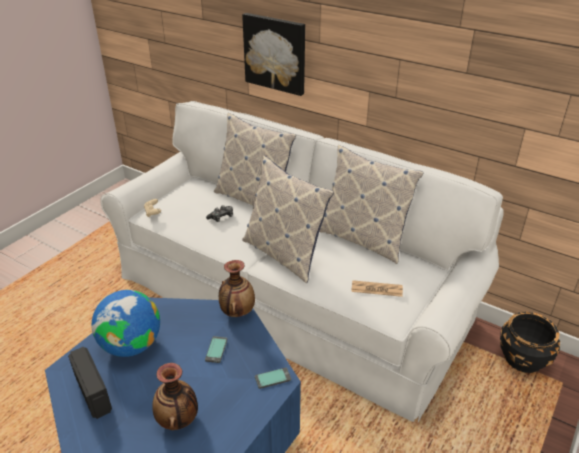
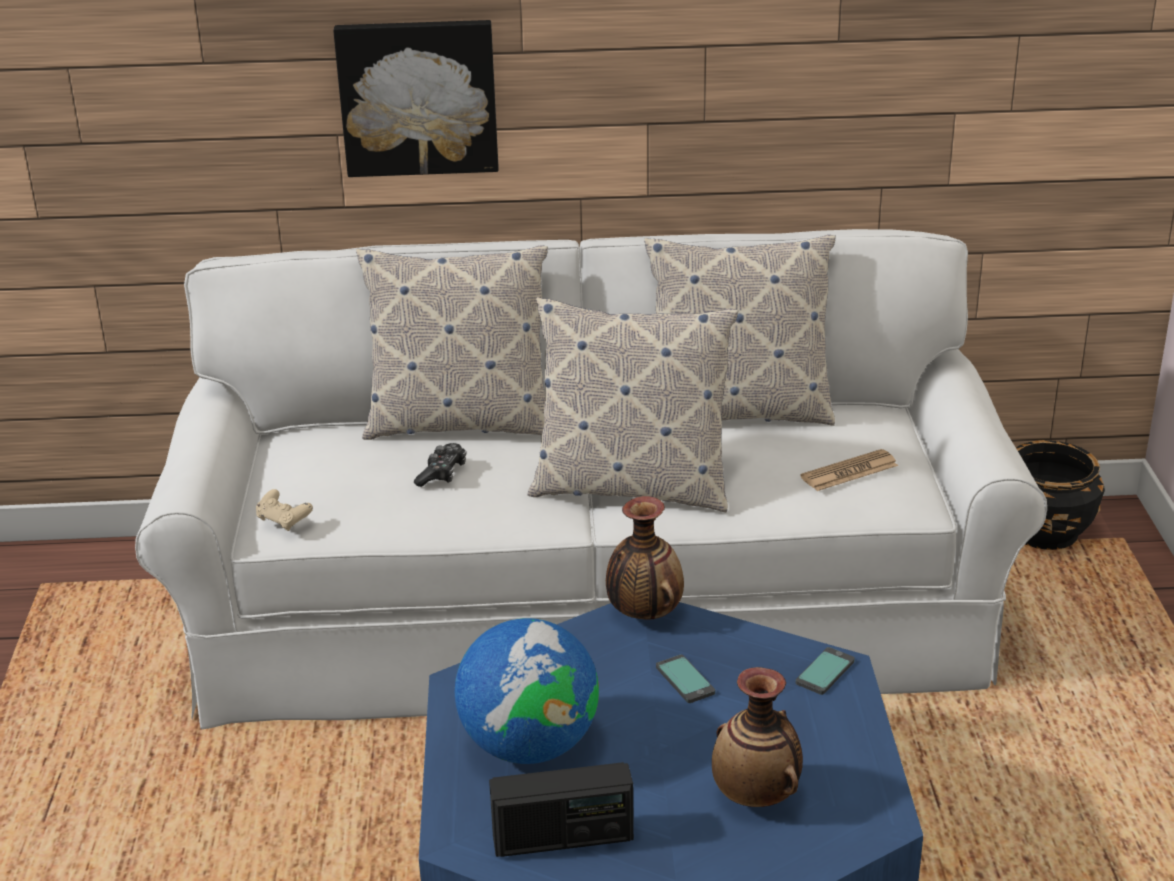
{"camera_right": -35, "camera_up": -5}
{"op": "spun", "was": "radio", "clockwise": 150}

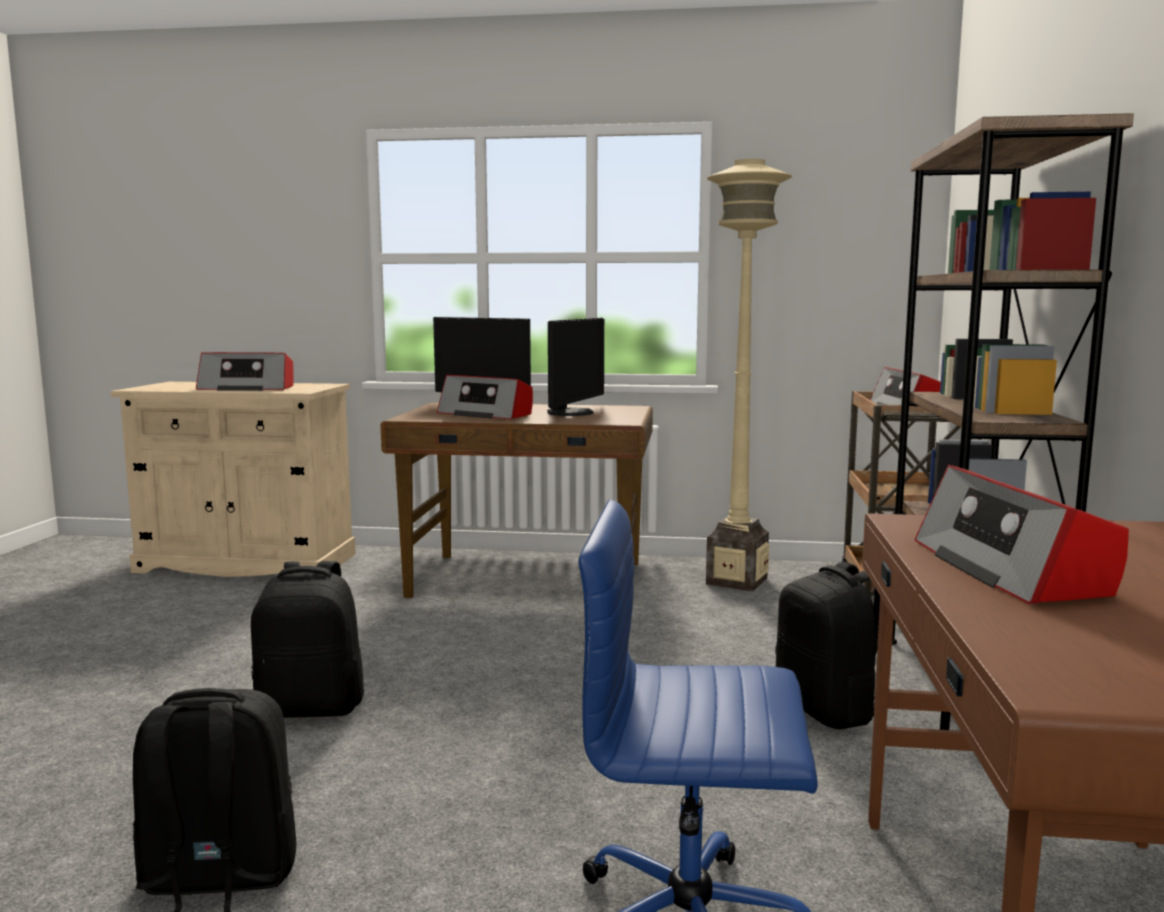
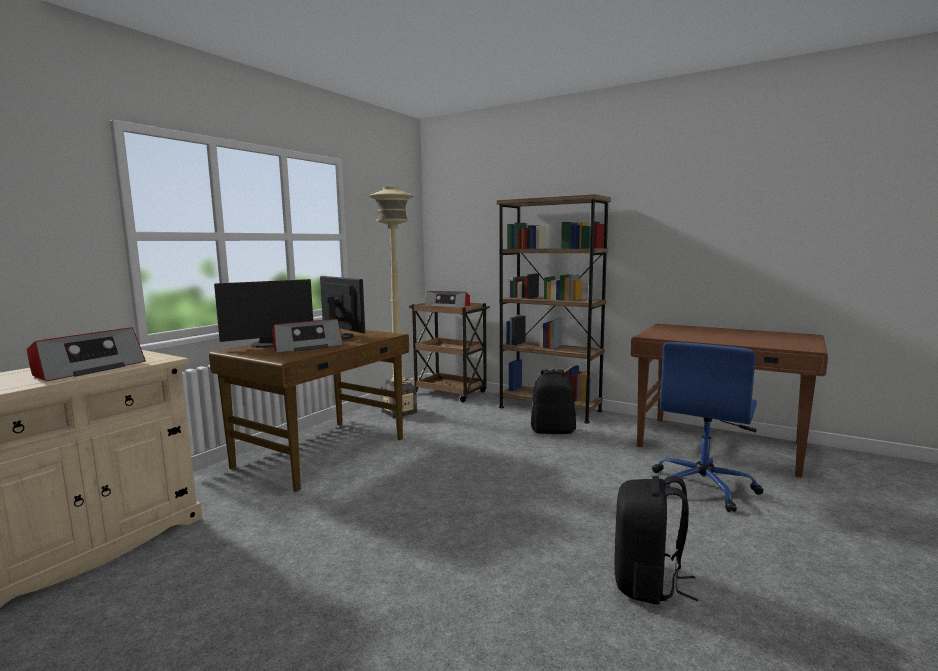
{"camera_right": -65, "camera_up": 0}
{"op": "missing", "was": "black_rucksack (no. 2 from left)"}
{"op": "missing", "was": "radio (no. 4 from left)"}

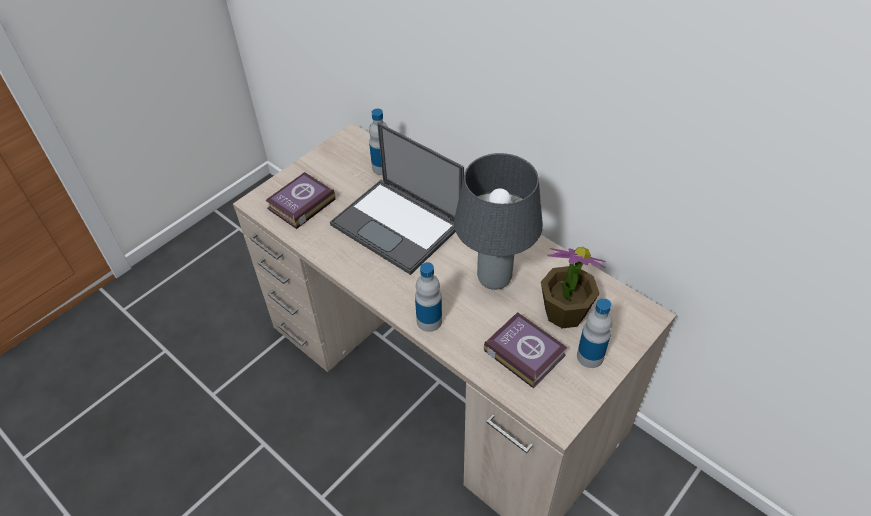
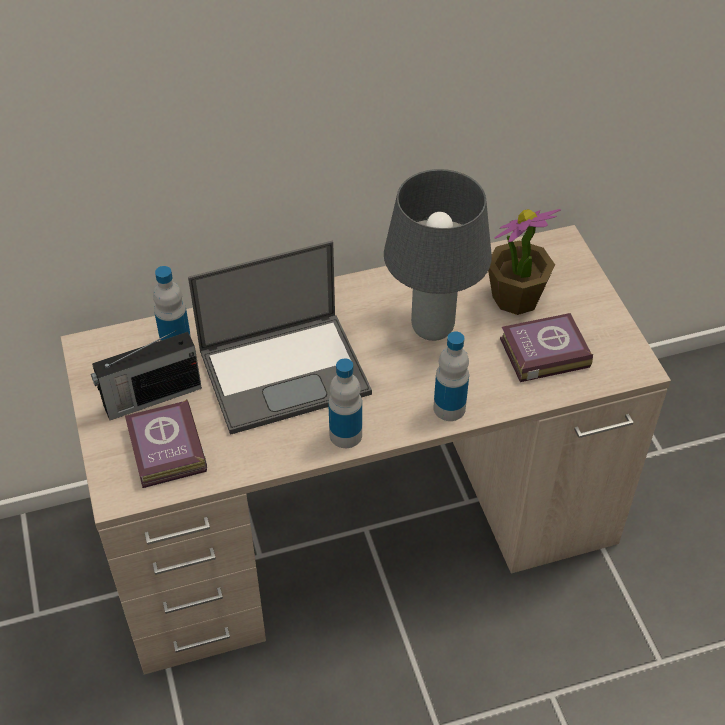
{"camera_right": -60, "camera_up": 0}
{"op": "relocated", "was": "drink_bottle (no. 3 from left in the first image)", "now": "drink_bottle (no. 2 from left)"}
{"op": "appeared", "now": "radio"}

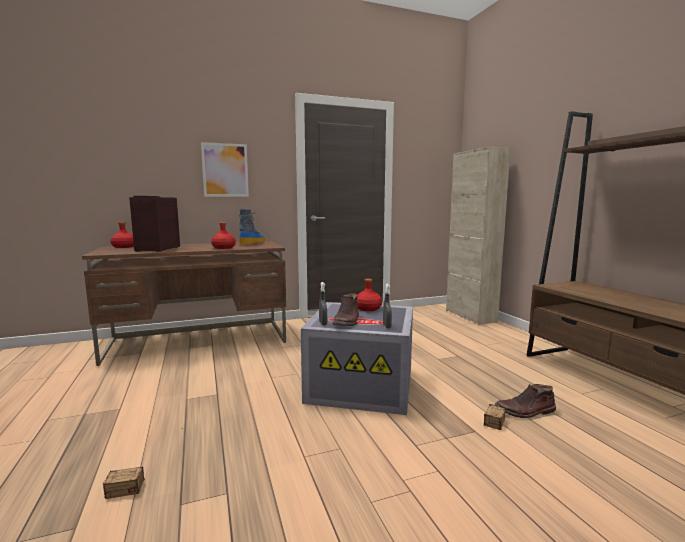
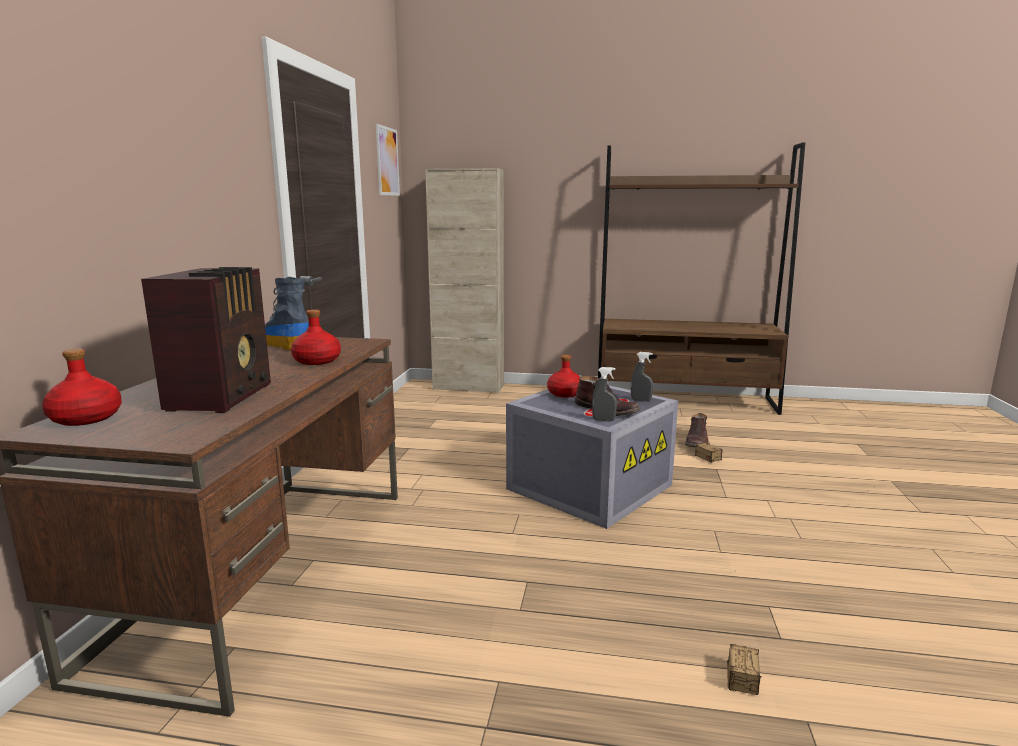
{"camera_right": -60, "camera_up": 5}
{"op": "spun", "was": "radio", "clockwise": -120}
{"op": "relocated", "was": "picture"}

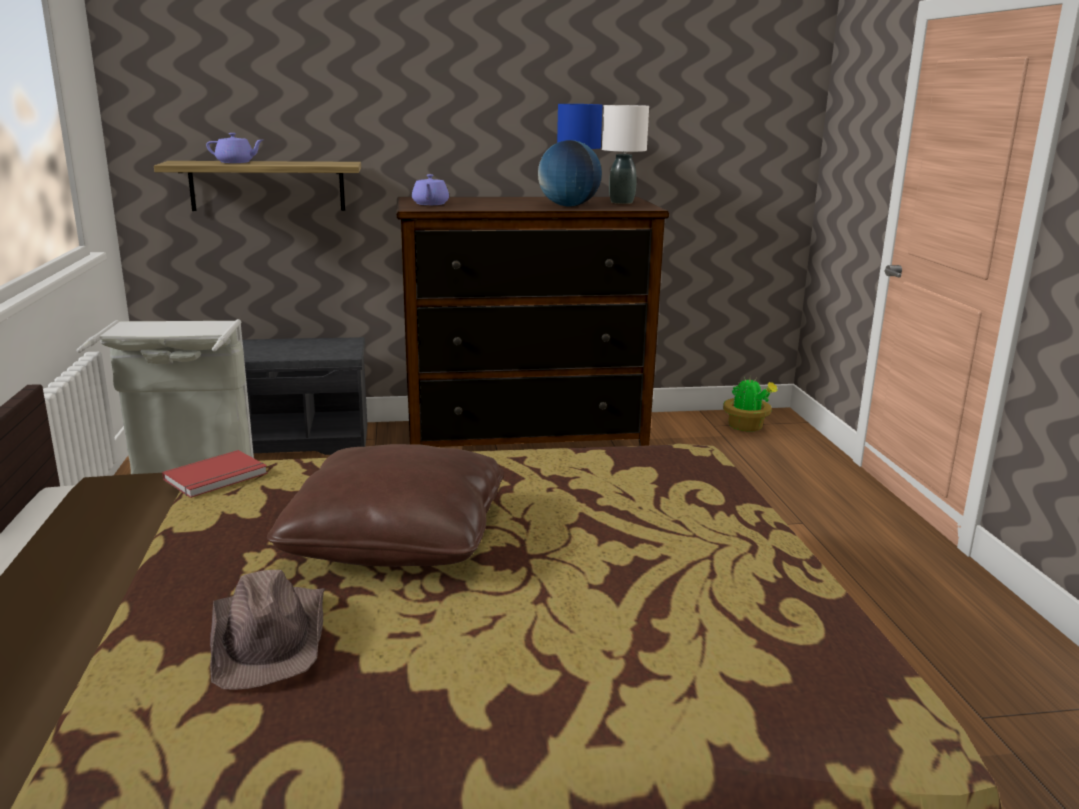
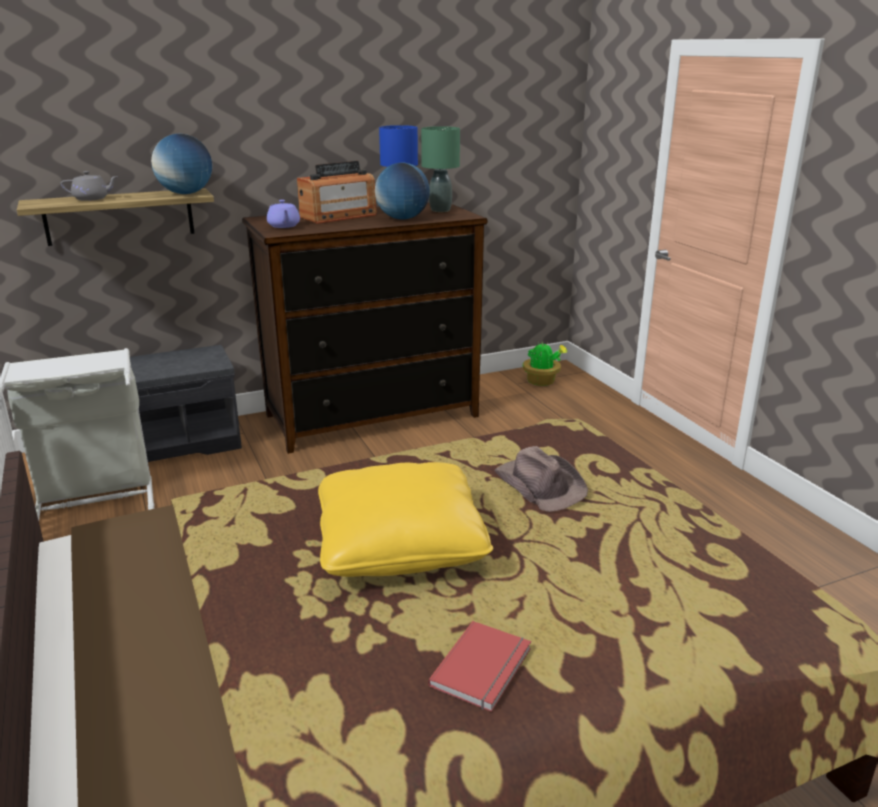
{"camera_right": -15, "camera_up": 5}
{"op": "relocated", "was": "reddish_volume"}
{"op": "colour", "was": "purplish_pot_for_tea (no. 1 from left)", "now": "grey_pot_for_tea"}
{"op": "relocated", "was": "brownish_hat"}
{"op": "colour", "was": "brownish_cushion", "now": "yellow_cushion"}
{"op": "colour", "was": "white-coloured_lamp_for_a_table", "now": "green-coloured_lamp_for_a_table"}
{"op": "appeared", "now": "desk_globe (no. 1 from left)"}
{"op": "appeared", "now": "radio"}

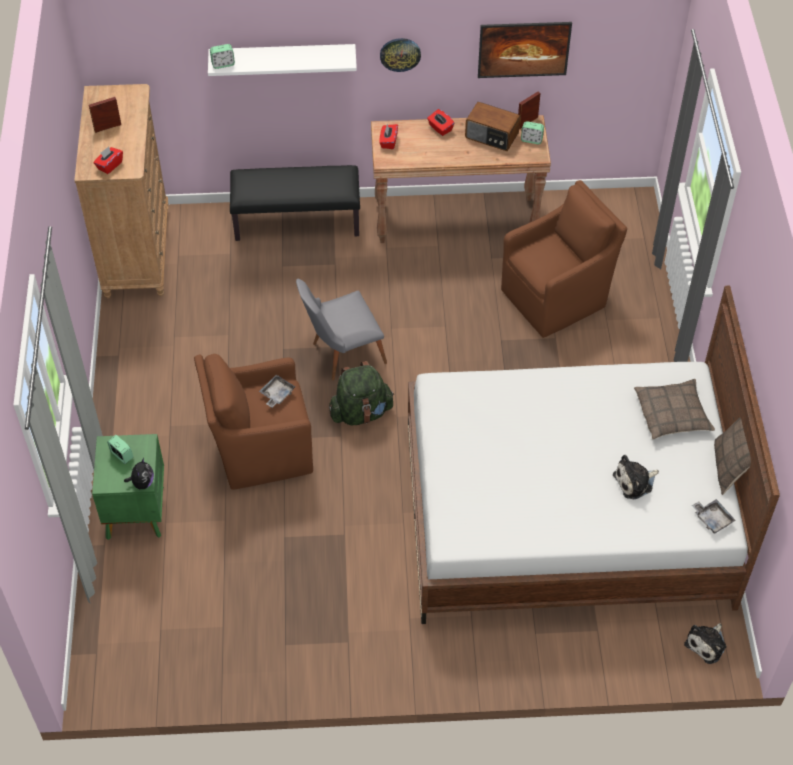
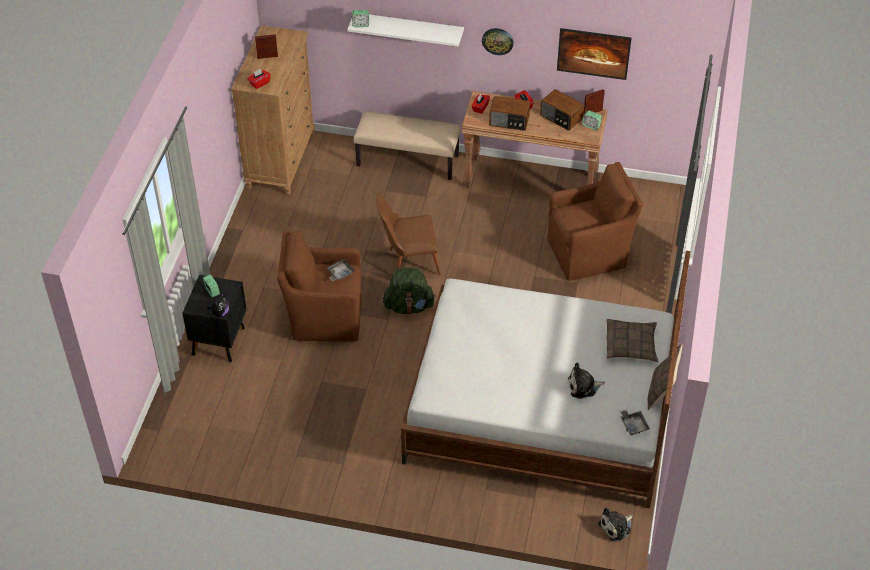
{"camera_right": 15, "camera_up": -5}
{"op": "colour", "was": "green-coloured_bedside_table", "now": "black_bedside_table"}
{"op": "colour", "was": "black_indoor_bench", "now": "beige-coloured_indoor_bench"}
{"op": "colour", "was": "grey_upright_chair", "now": "brownish_upright_chair"}
{"op": "appeared", "now": "radio (no. 1 from left)"}

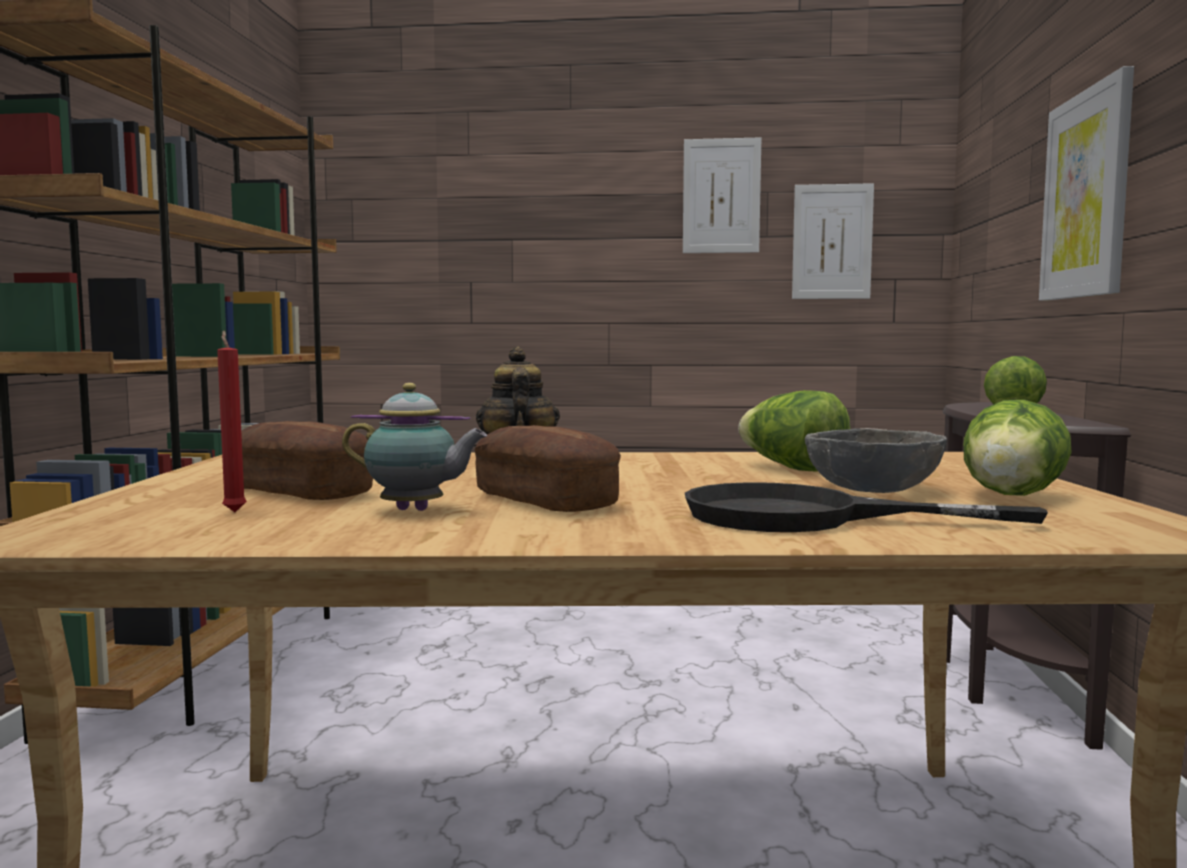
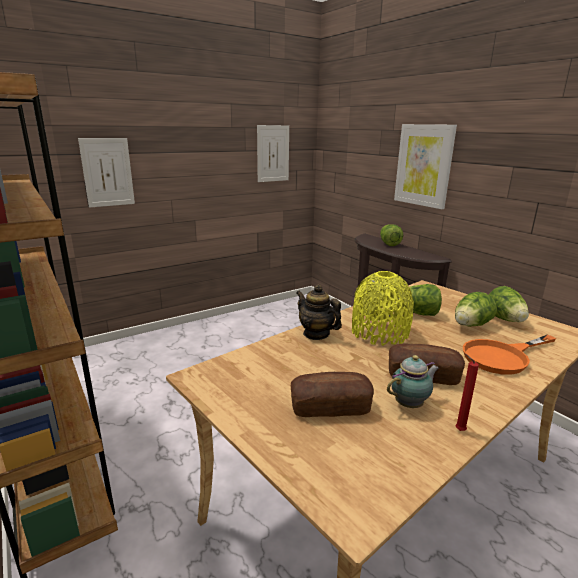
{"camera_right": -40, "camera_up": 15}
{"op": "relocated", "was": "reddish_wax_candle"}
{"op": "relocated", "was": "picture (no. 1 from left)"}
{"op": "colour", "was": "black_skillet", "now": "orange_skillet"}
{"op": "exchanged", "was": "grey_bowl", "now": "head_of_lettuce (no. 3 from left)"}
{"op": "appeared", "now": "yellow_decorative_vase"}

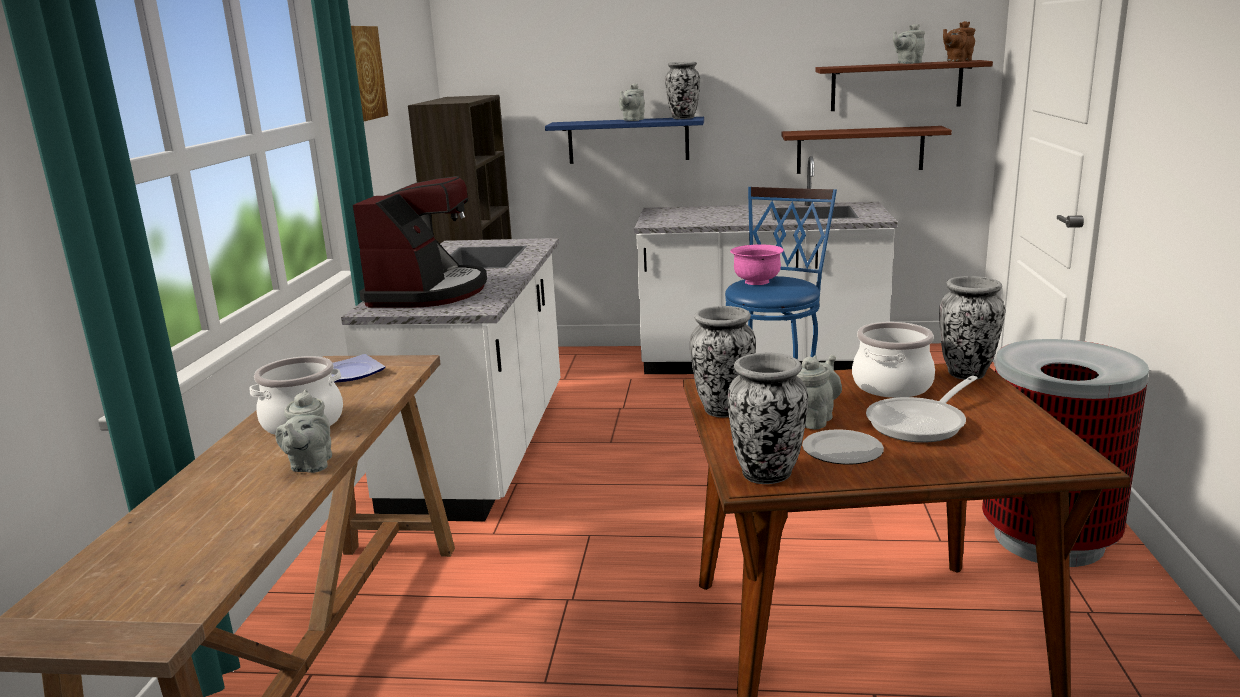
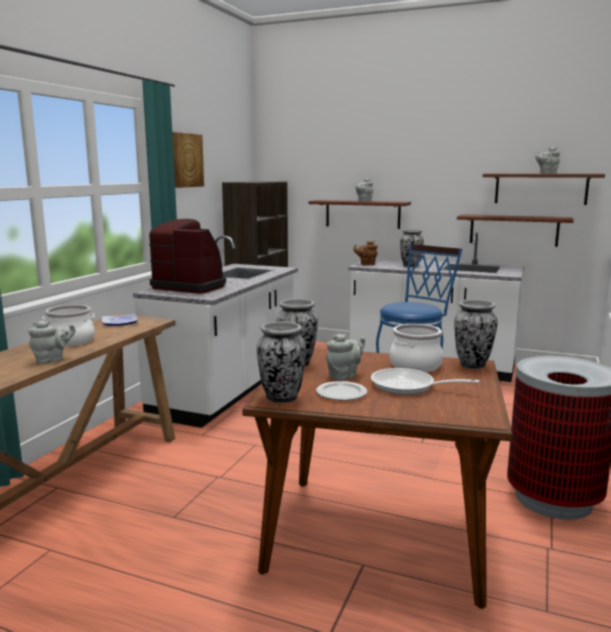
{"camera_right": 15, "camera_up": -5}
{"op": "spun", "was": "grey_pot_for_tea (no. 1 from left)", "clockwise": -135}
{"op": "spun", "was": "coffee_brewer", "clockwise": -90}
{"op": "colour", "was": "bluish_bracket_shelf", "now": "brownish_bracket_shelf (no. 1 from left)"}
{"op": "relocated", "was": "decorative_vase (no. 1 from left in the first image)", "now": "decorative_vase (no. 3 from left)"}
{"op": "missing", "was": "pink-coloured_bowl"}
{"op": "spun", "was": "skillet", "clockwise": 45}
{"op": "relocated", "was": "brownish_pot_for_tea"}

